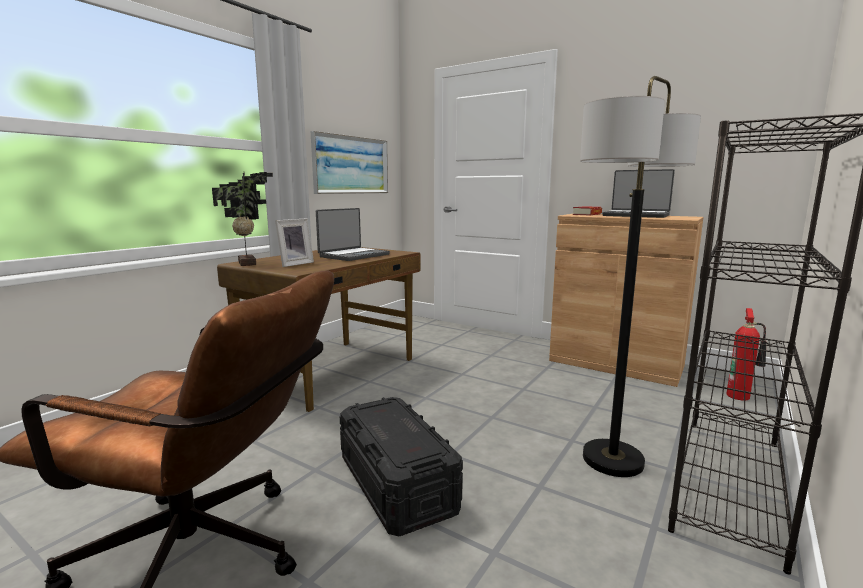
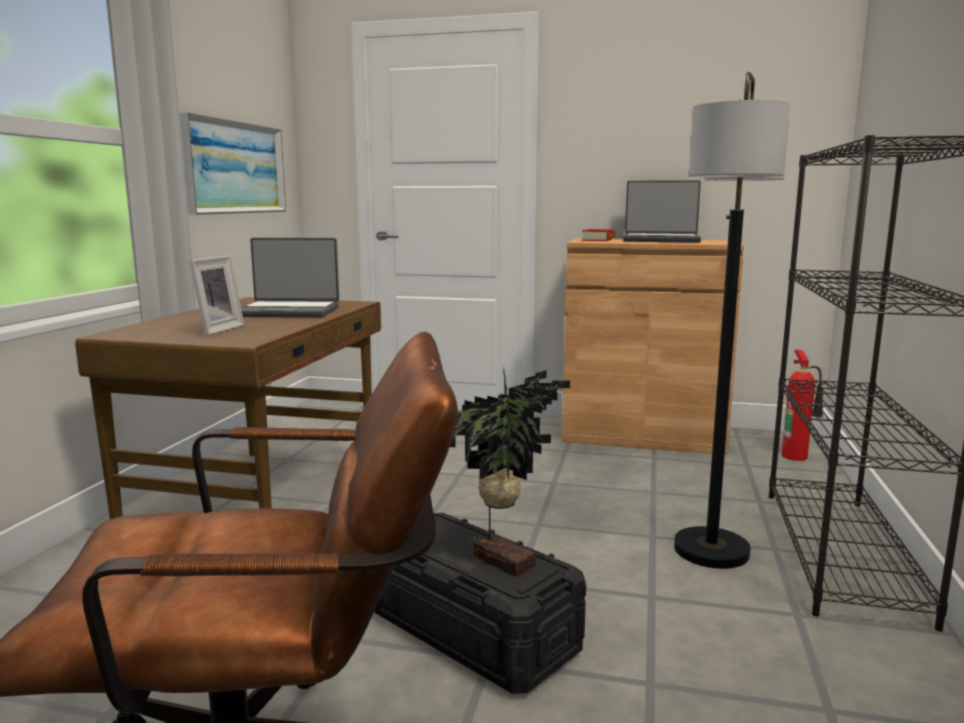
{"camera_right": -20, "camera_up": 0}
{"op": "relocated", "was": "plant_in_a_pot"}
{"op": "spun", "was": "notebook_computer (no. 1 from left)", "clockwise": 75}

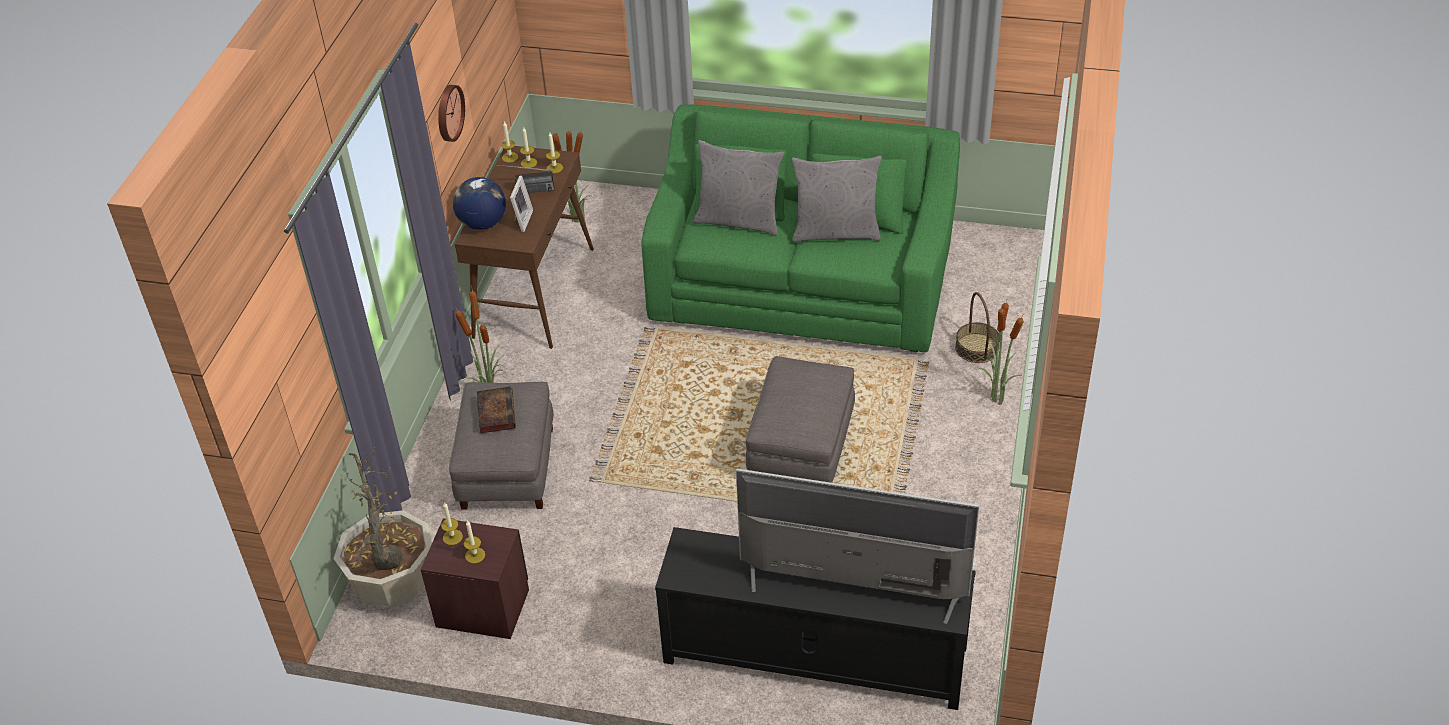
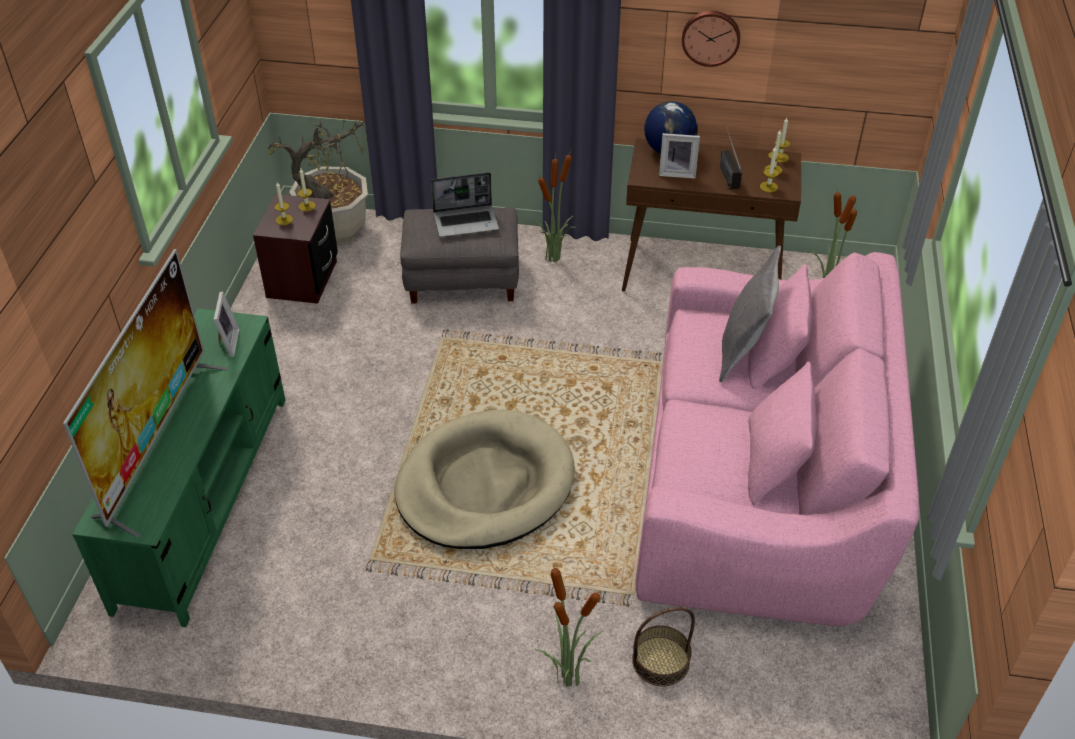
{"camera_right": 85, "camera_up": 0}
{"op": "exchanged", "was": "volume", "now": "notebook_computer"}
{"op": "colour", "was": "green-coloured_couch", "now": "pink-coloured_couch"}
{"op": "colour", "was": "black_tv_unit", "now": "green-coloured_tv_unit"}
{"op": "exchanged", "was": "grey_pouffe (no. 2 from left)", "now": "beige-coloured_pet_bed"}
{"op": "missing", "was": "grey_cushion (no. 2 from left)"}
{"op": "appeared", "now": "standing_frame (no. 1 from left)"}

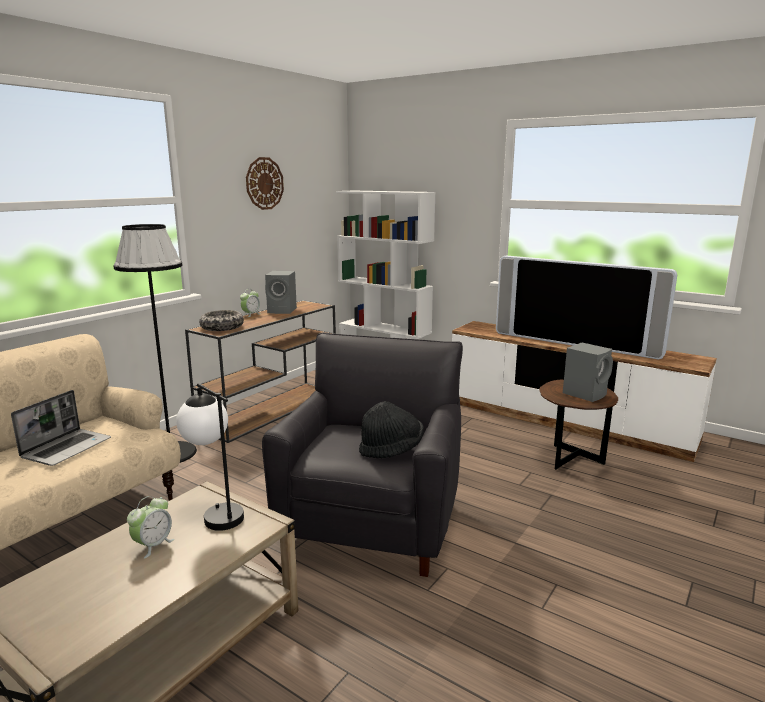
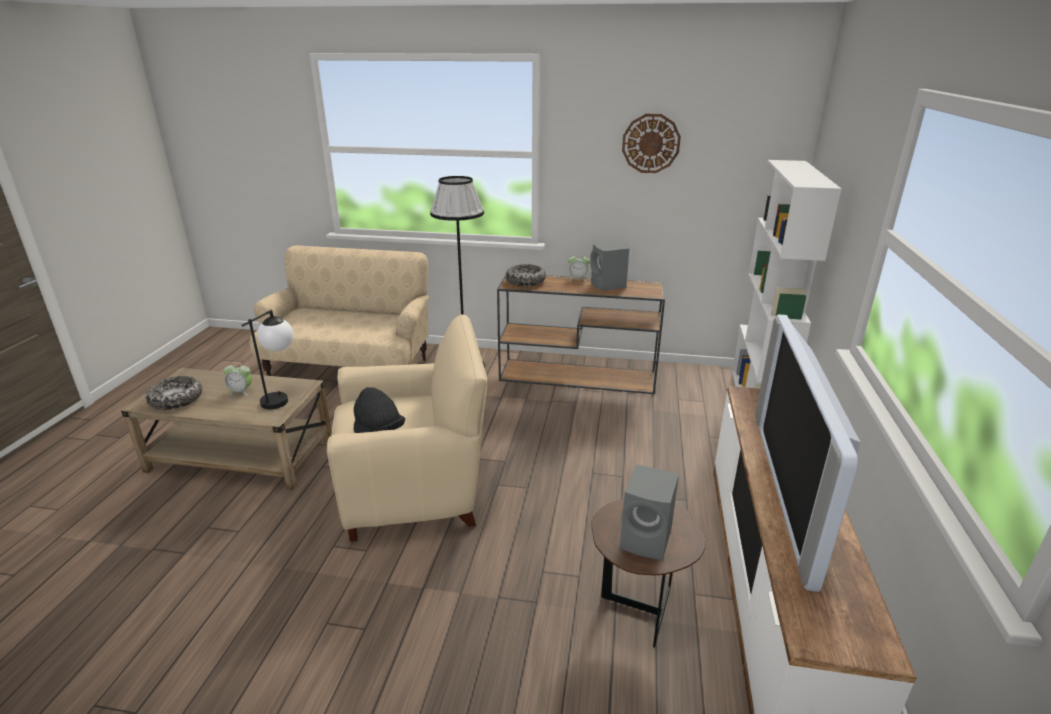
{"camera_right": 65, "camera_up": 10}
{"op": "missing", "was": "notebook_computer"}
{"op": "colour", "was": "black_easy_chair", "now": "beige-coloured_easy_chair"}
{"op": "appeared", "now": "bowl (no. 1 from left)"}

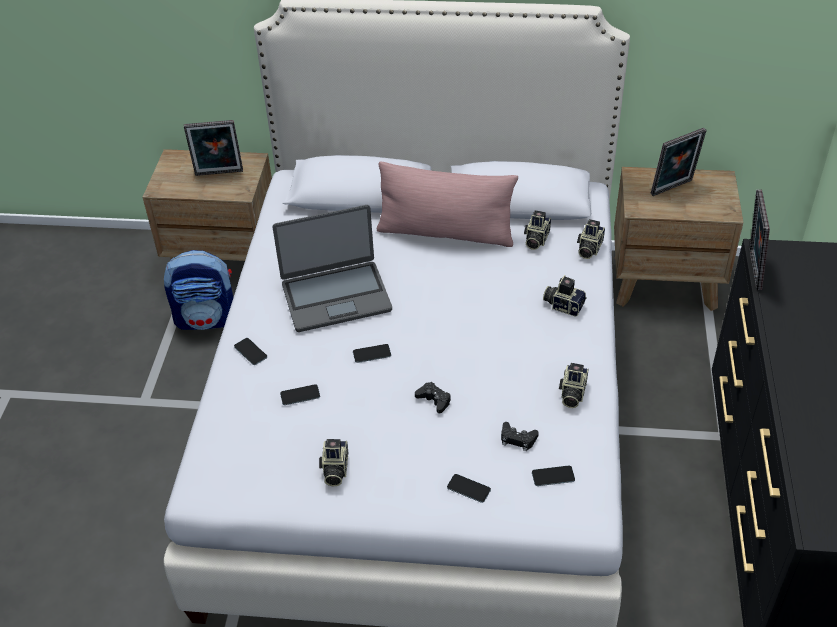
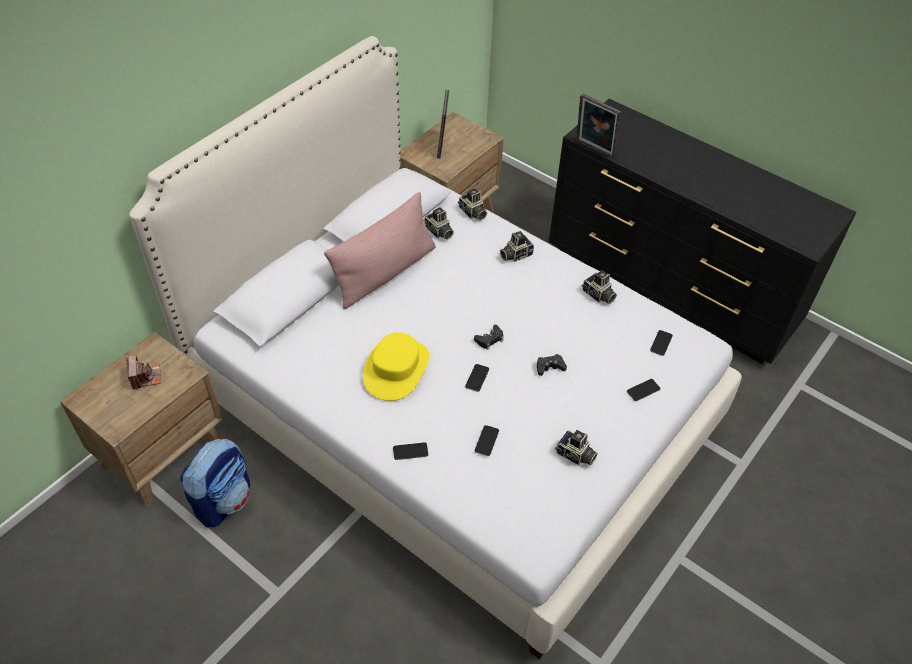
{"camera_right": -60, "camera_up": 5}
{"op": "exchanged", "was": "standing_frame (no. 1 from left)", "now": "photo_camera (no. 1 from left)"}
{"op": "exchanged", "was": "notebook_computer", "now": "yellow_hat"}
{"op": "relocated", "was": "black_game_controller (no. 2 from left in the first image)", "now": "black_game_controller (no. 1 from left)"}

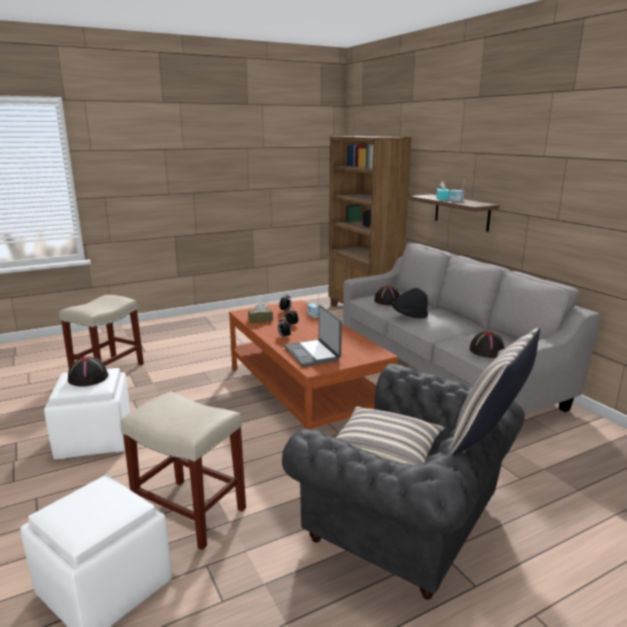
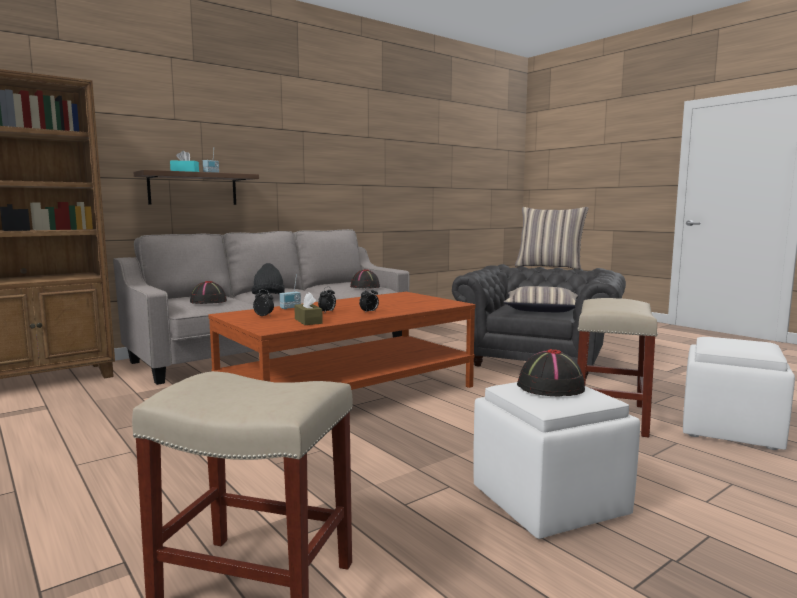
{"camera_right": -100, "camera_up": -10}
{"op": "missing", "was": "notebook_computer"}

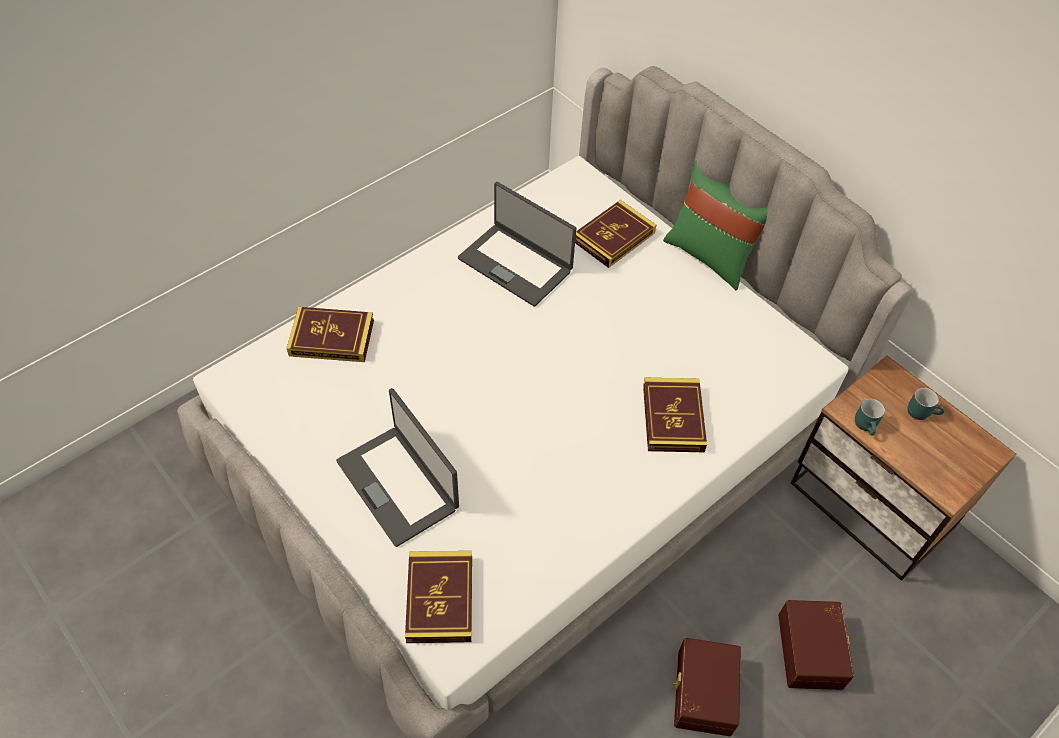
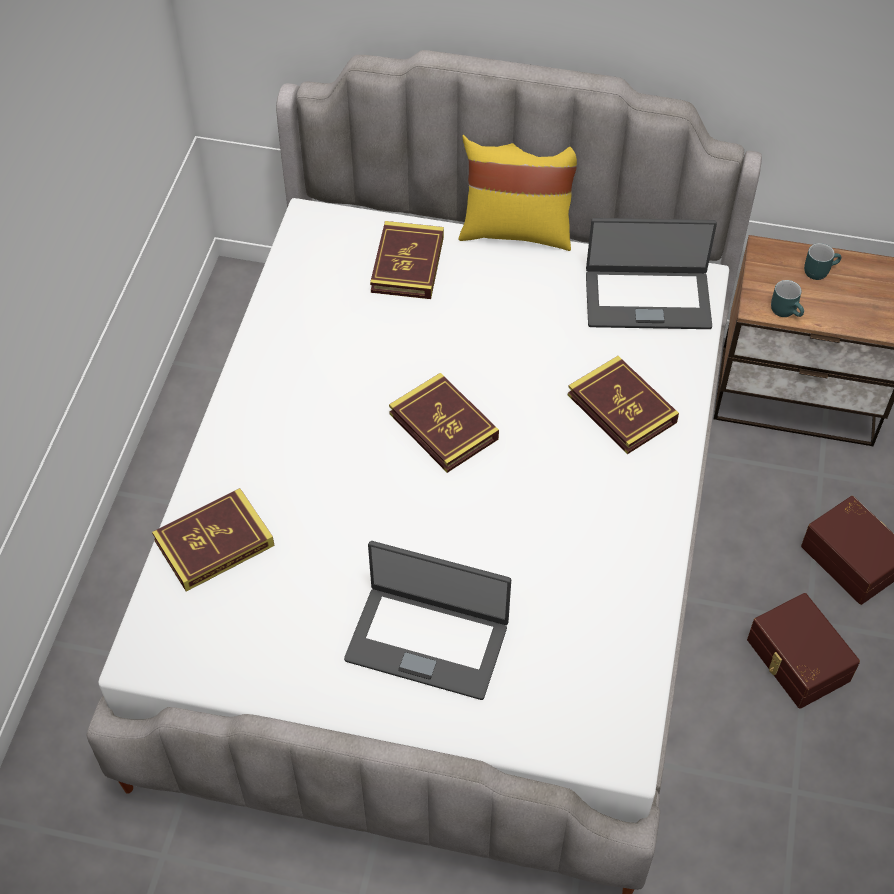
{"camera_right": -35, "camera_up": 0}
{"op": "relocated", "was": "volume (no. 2 from left in the first image)", "now": "volume (no. 3 from left)"}
{"op": "relocated", "was": "notebook_computer (no. 2 from left)"}
{"op": "colour", "was": "green-coloured_cushion", "now": "yellow_cushion"}

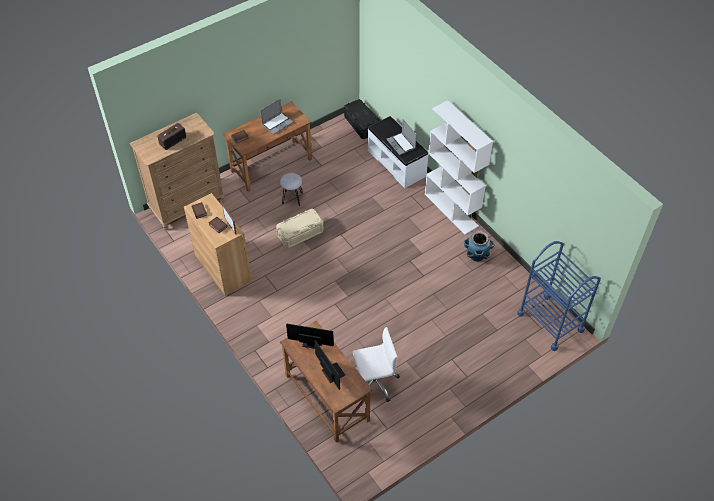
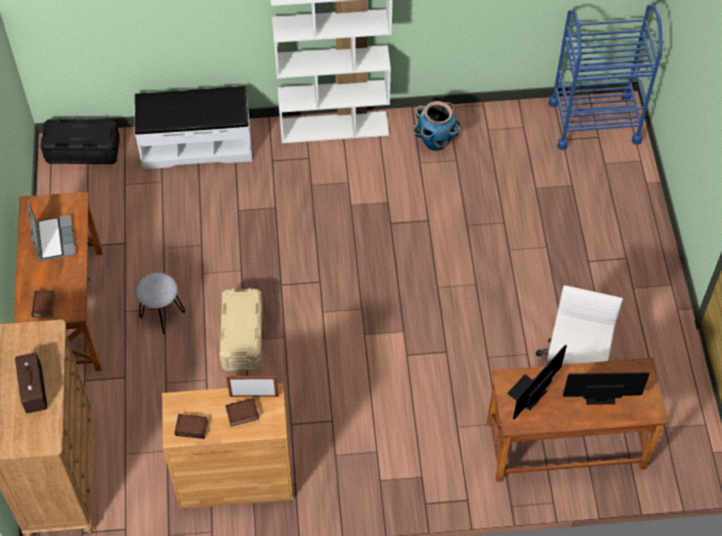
{"camera_right": -60, "camera_up": 5}
{"op": "missing", "was": "notebook_computer (no. 2 from left)"}

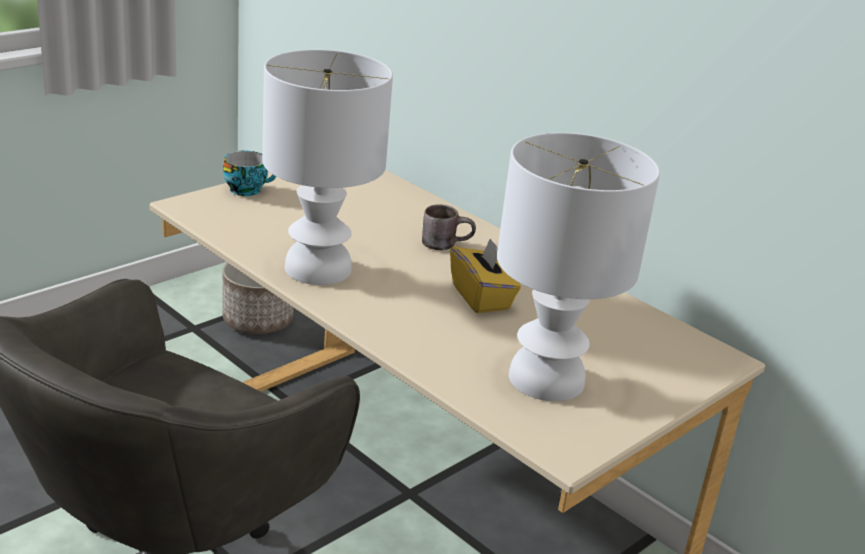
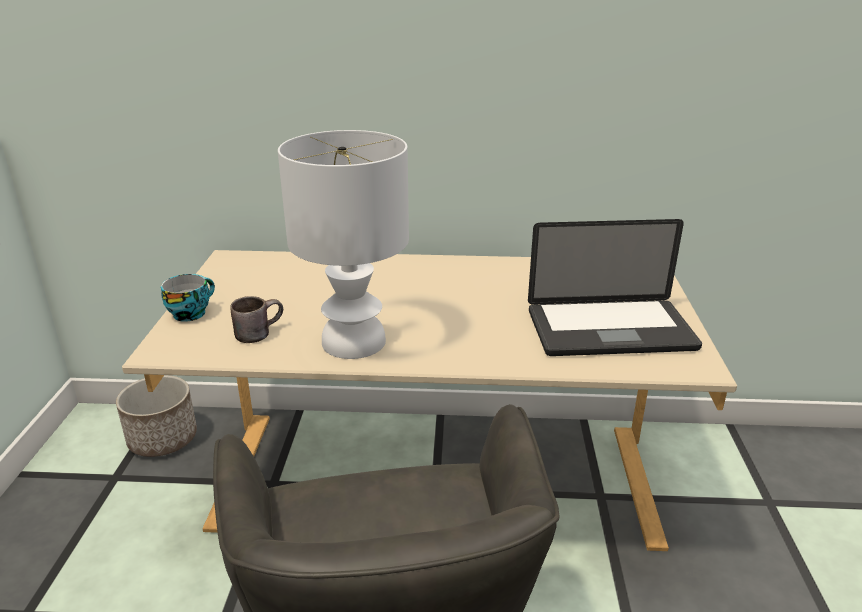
{"camera_right": -40, "camera_up": 0}
{"op": "relocated", "was": "brownish_mug"}
{"op": "missing", "was": "yellow_tissue_box"}
{"op": "exchanged", "was": "white-coloured_lamp_for_a_table (no. 2 from left)", "now": "notebook_computer"}

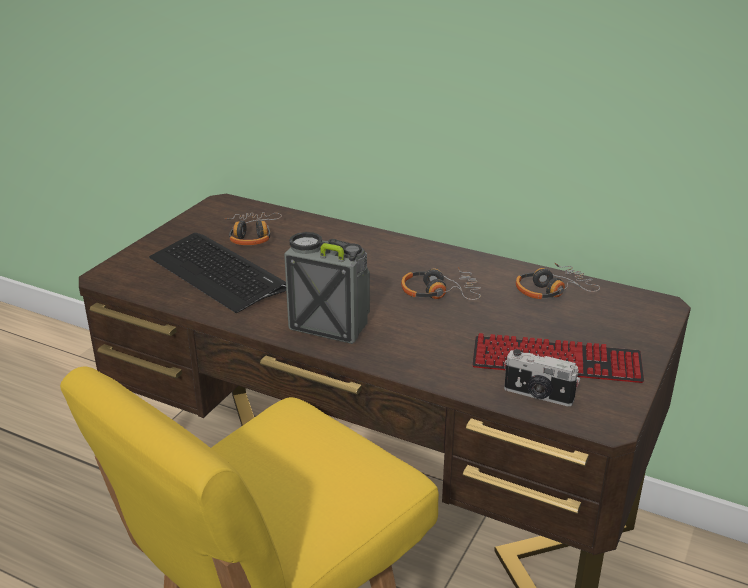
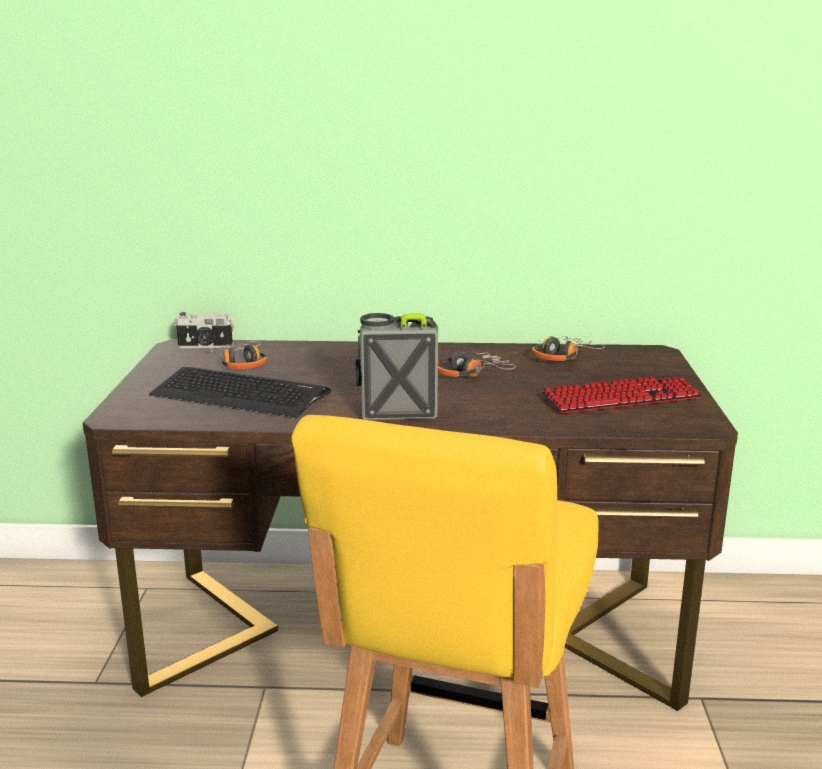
{"camera_right": -25, "camera_up": -10}
{"op": "relocated", "was": "photo_camera"}

